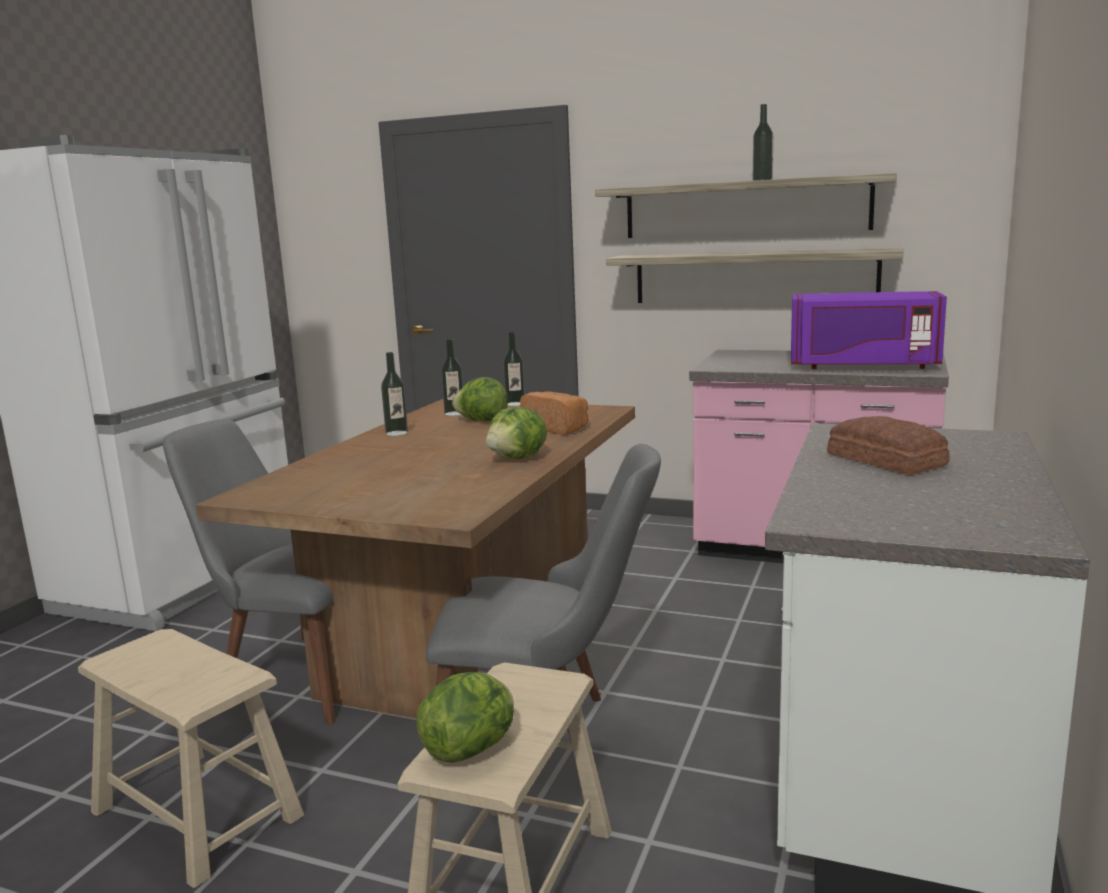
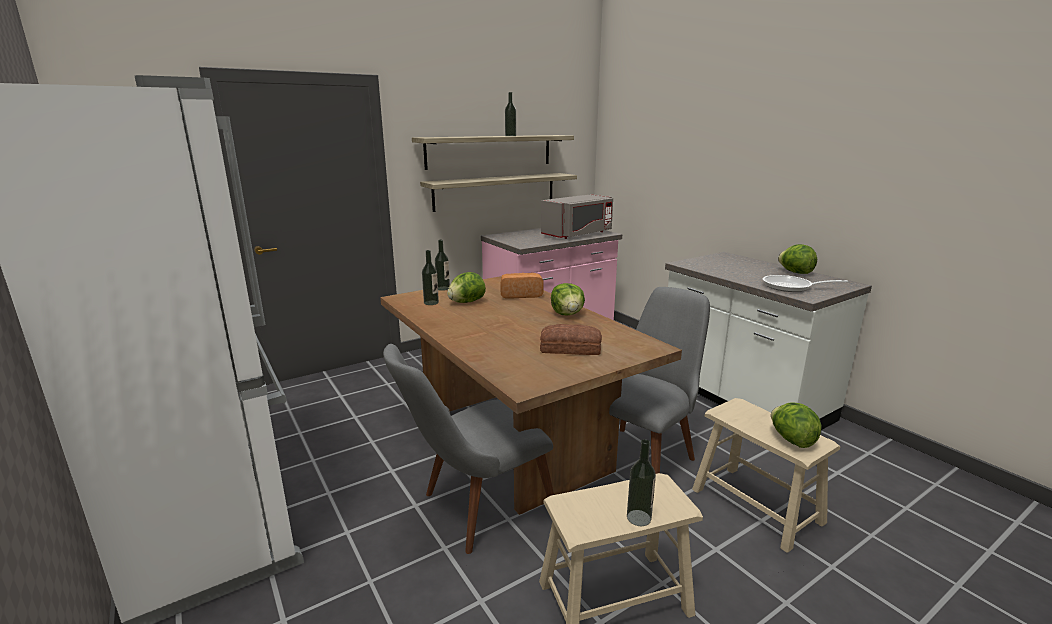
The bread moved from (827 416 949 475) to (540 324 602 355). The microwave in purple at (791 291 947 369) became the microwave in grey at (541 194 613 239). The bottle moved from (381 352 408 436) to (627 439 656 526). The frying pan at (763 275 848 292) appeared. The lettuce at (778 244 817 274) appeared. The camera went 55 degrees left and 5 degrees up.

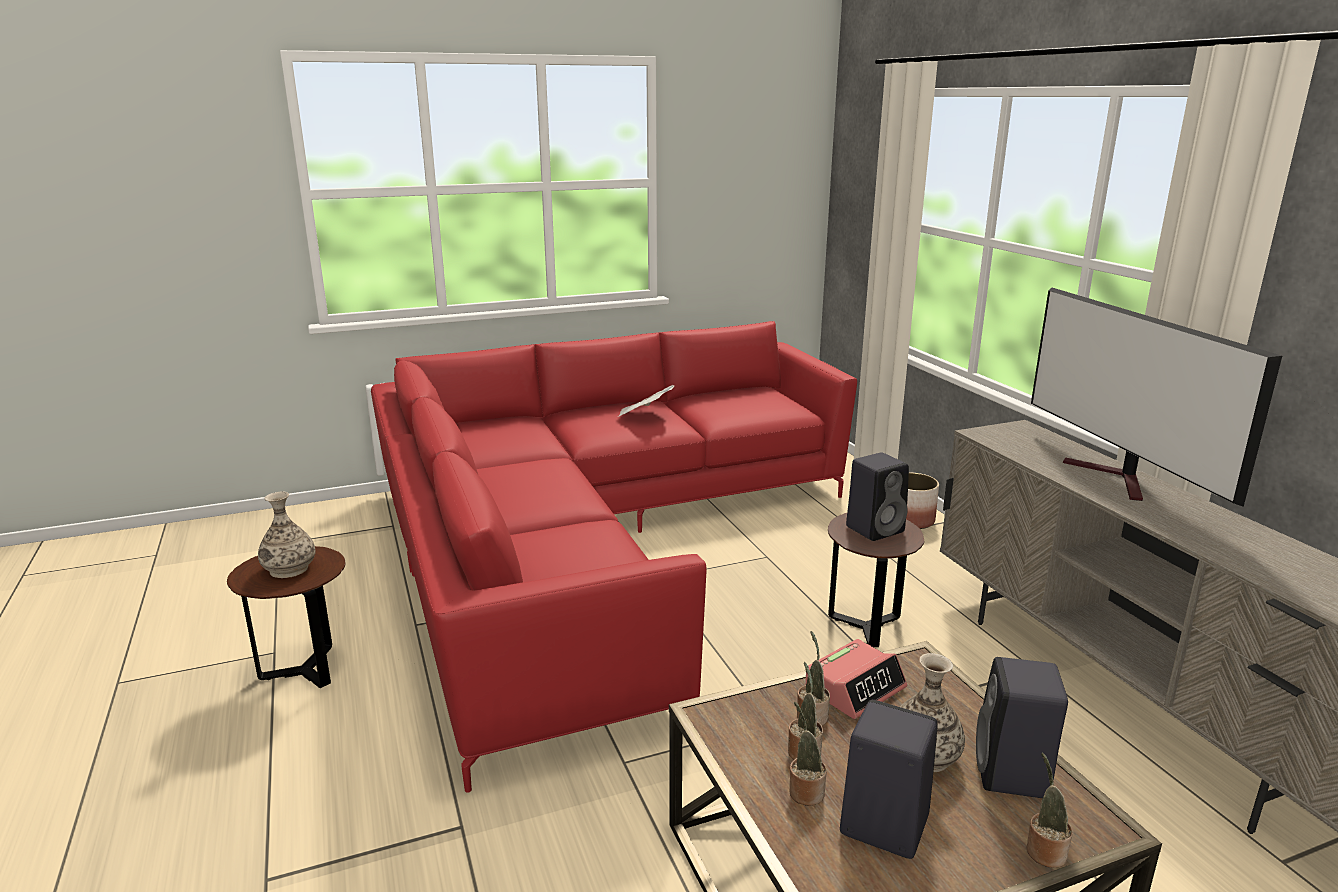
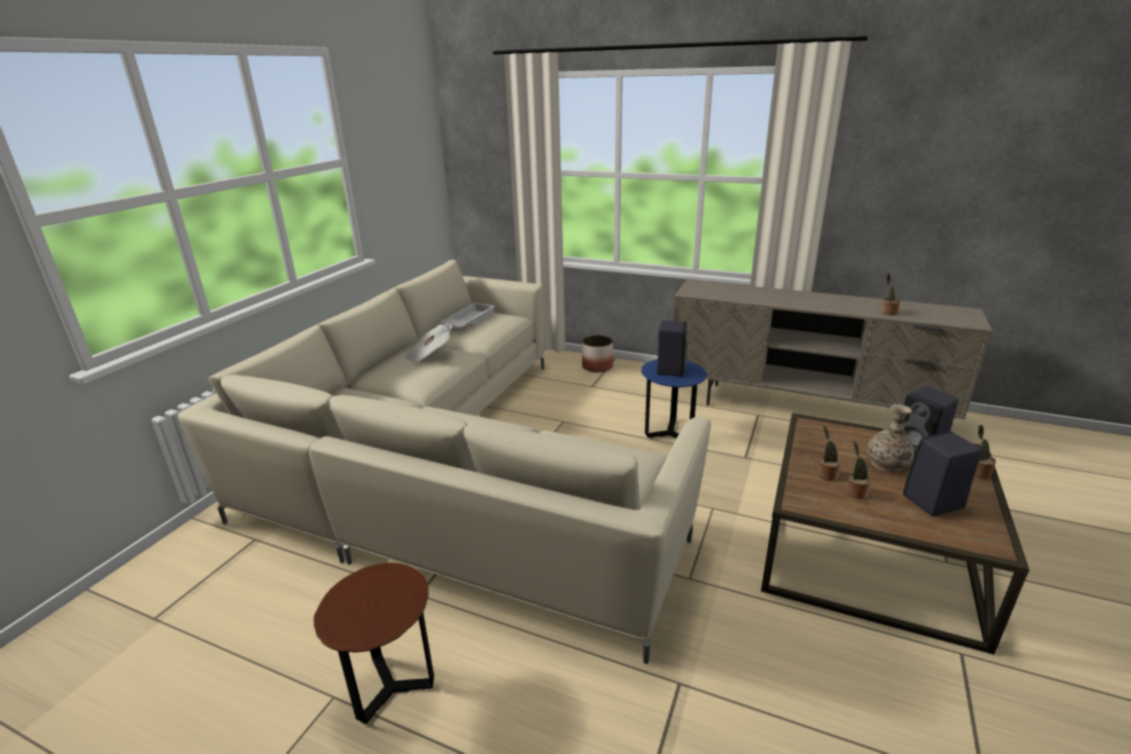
The sofa in red at (371 321 857 793) became the sofa in beige at (178 260 711 664). The tray in white at (439 303 495 328) appeared. The side table in brown at (828 513 924 647) became the side table in blue at (641 359 707 438). The potted plant moved from (790 701 827 806) to (881 273 900 315). The vase at (258 491 315 578) disappeared. The alarm clock at (805 639 907 719) disappeared. The television at (1031 288 1282 507) disappeared. The camera went 45 degrees left and 5 degrees up.

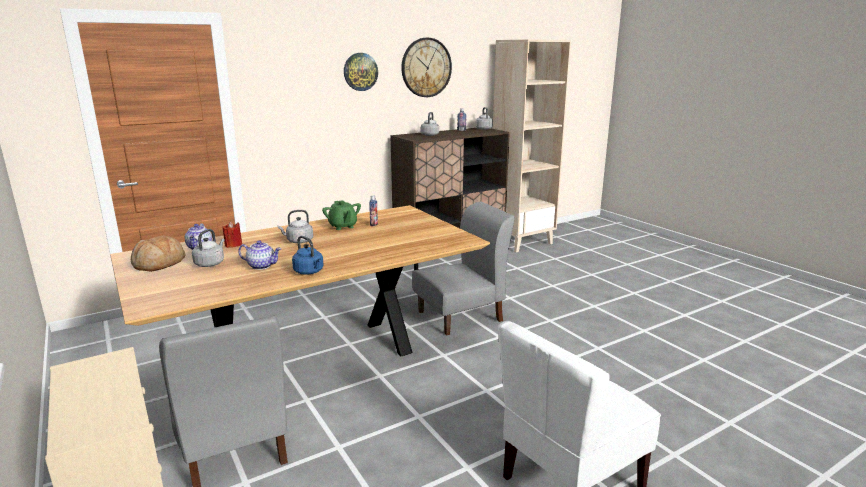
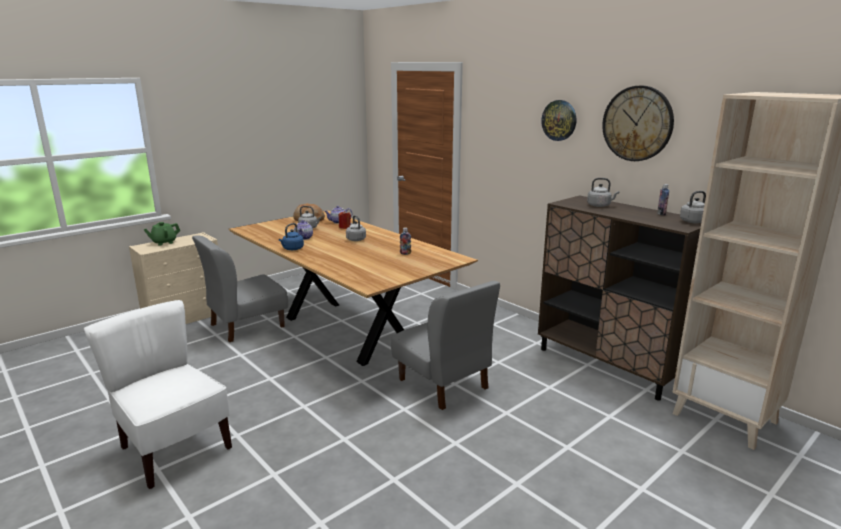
The teapot in green moved from (322 201 361 230) to (143 222 180 246). The camera went 80 degrees right and 0 degrees up.

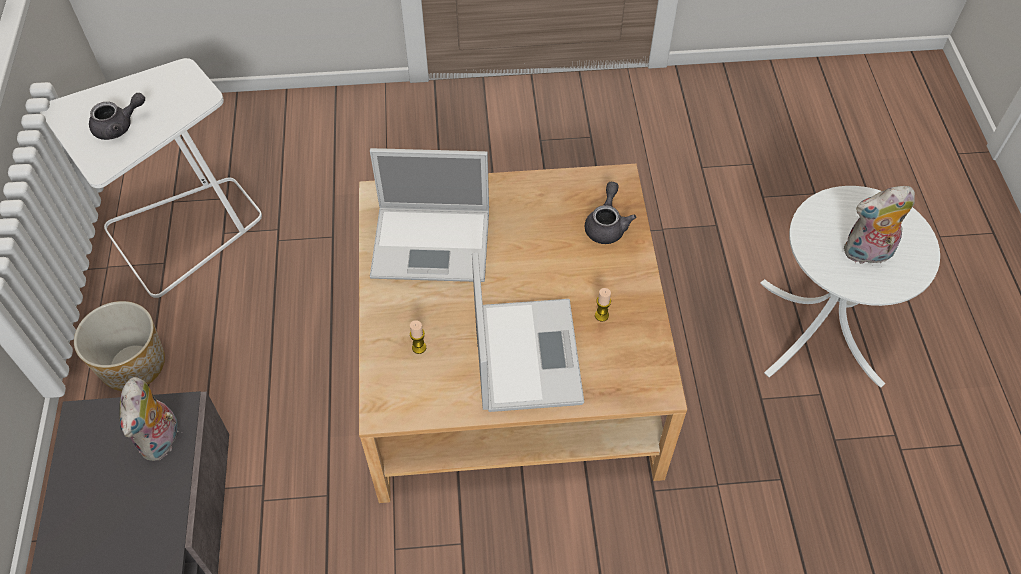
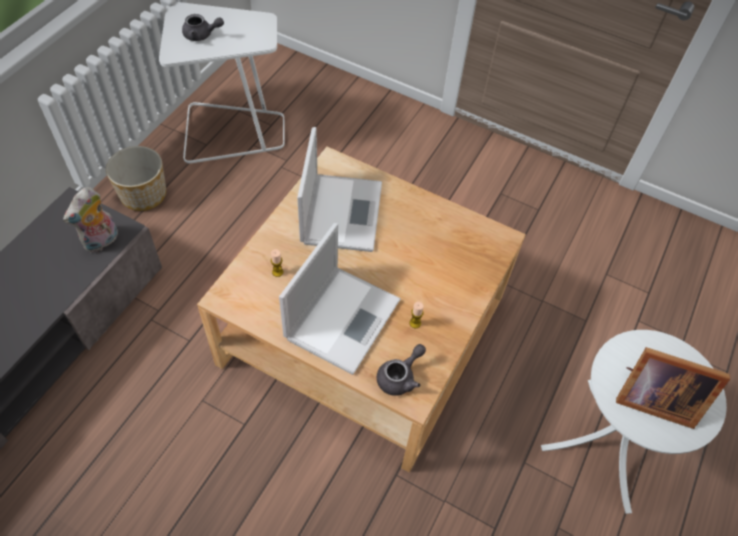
The laptop at (370 148 489 282) turned 120 degrees counterclockwise. The teapot in grey moved from (585 182 636 244) to (377 344 426 396). The plush toy at (844 186 915 264) was replaced by the picture frame at (616 347 730 429). The camera went 30 degrees right and 0 degrees up.

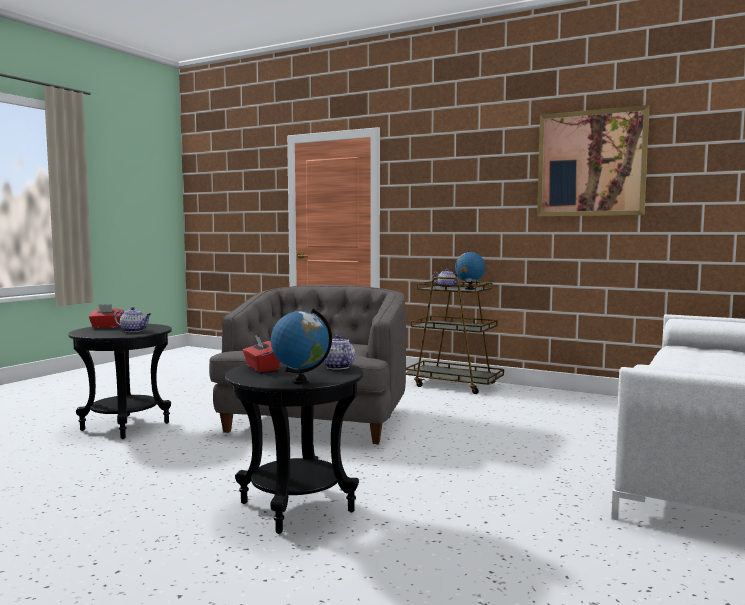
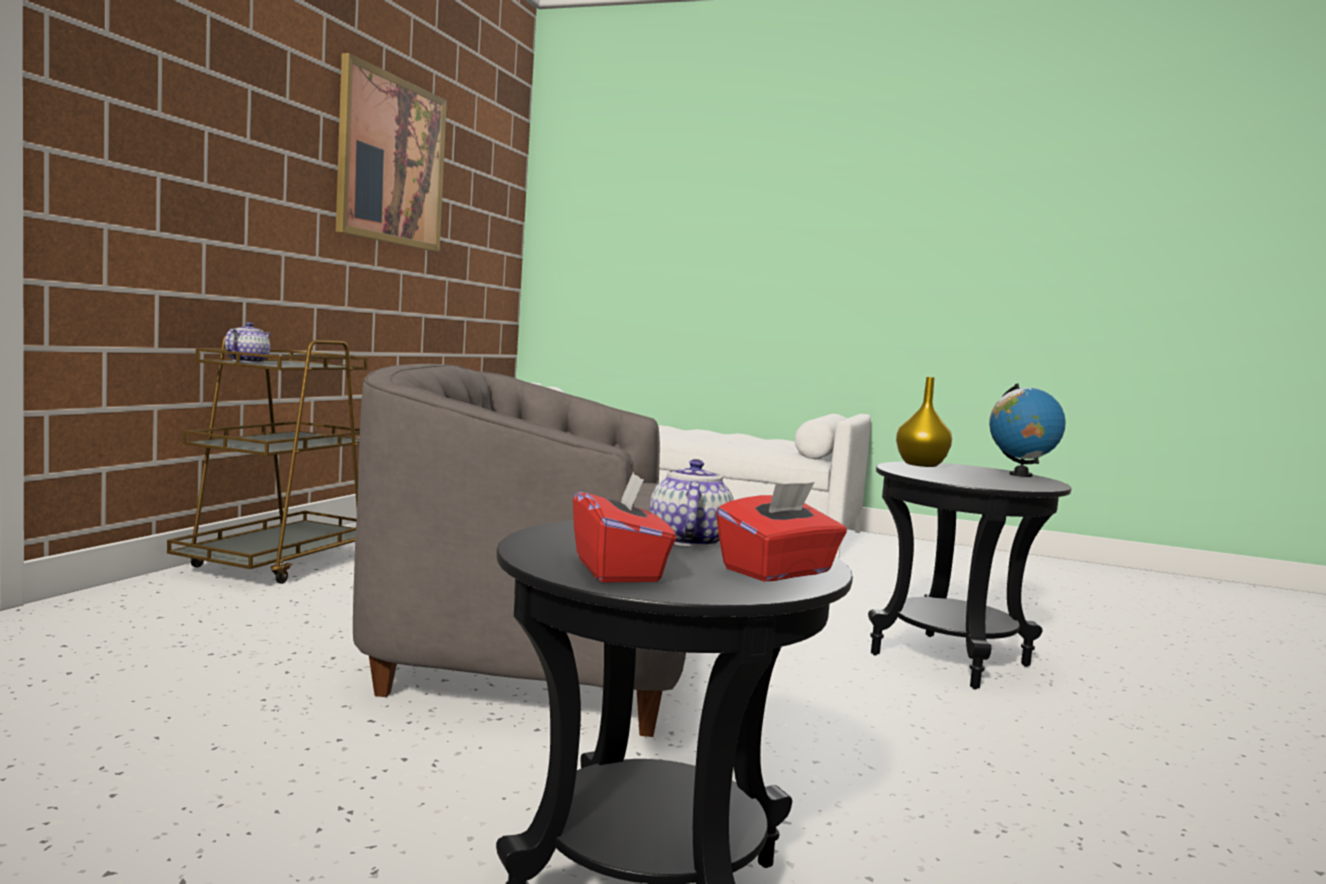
The tissue box in red moved from (243 335 280 372) to (716 482 847 581). The teapot at (323 334 355 370) was replaced by the vase in yellow at (896 377 952 467). The globe at (455 251 485 290) disappeared. The camera went 100 degrees left and 0 degrees up.

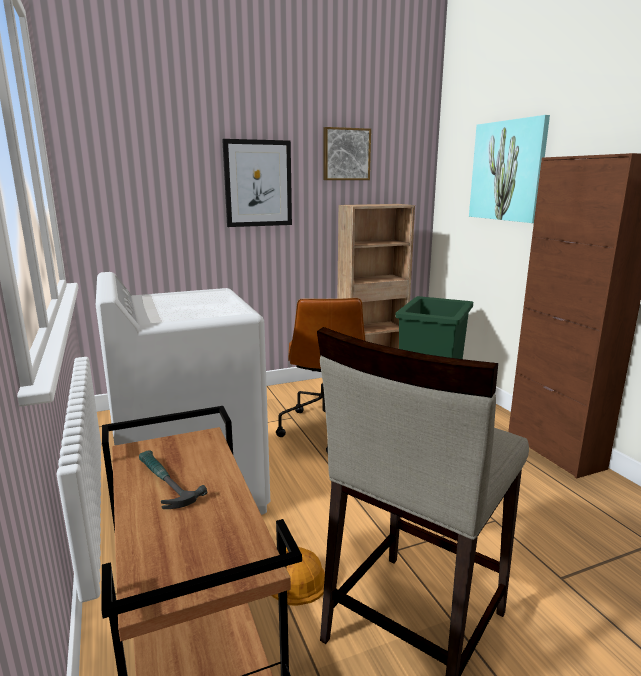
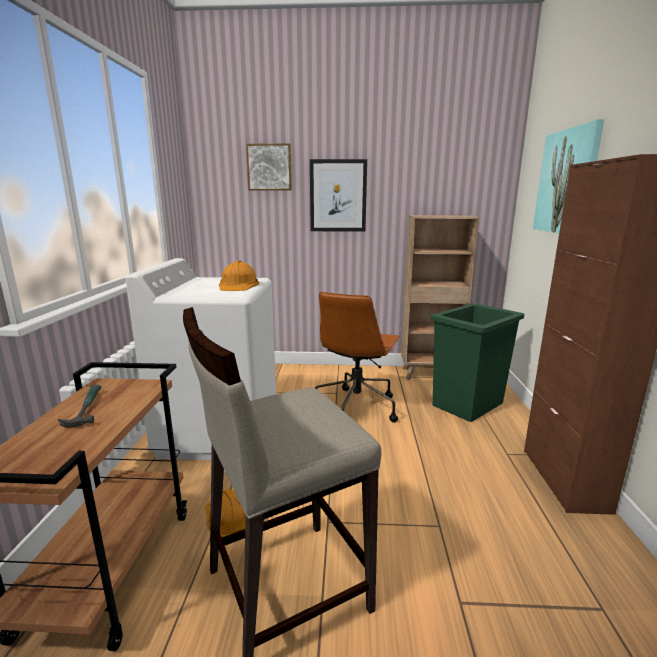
The hard hat in orange at (219 261 259 291) appeared. The picture moved from (323 127 371 180) to (246 143 292 190). The camera went 25 degrees right and 0 degrees up.

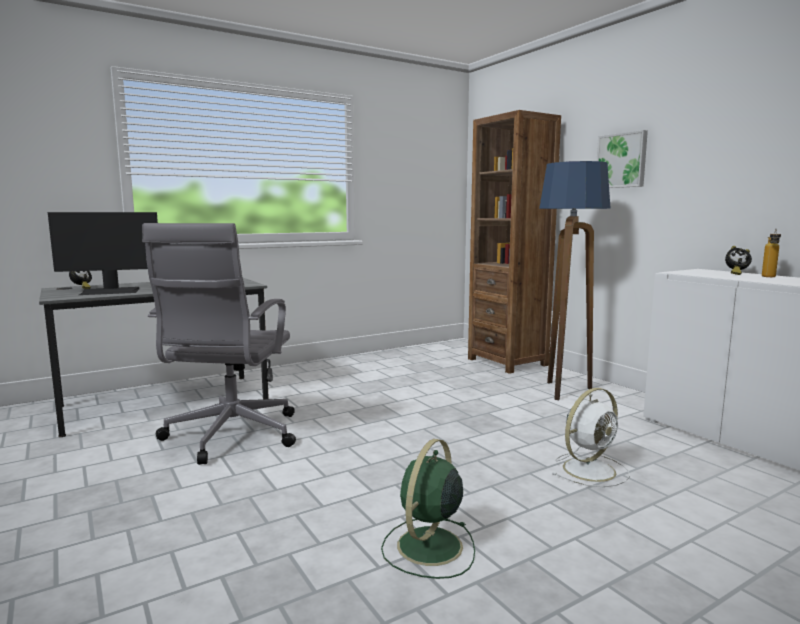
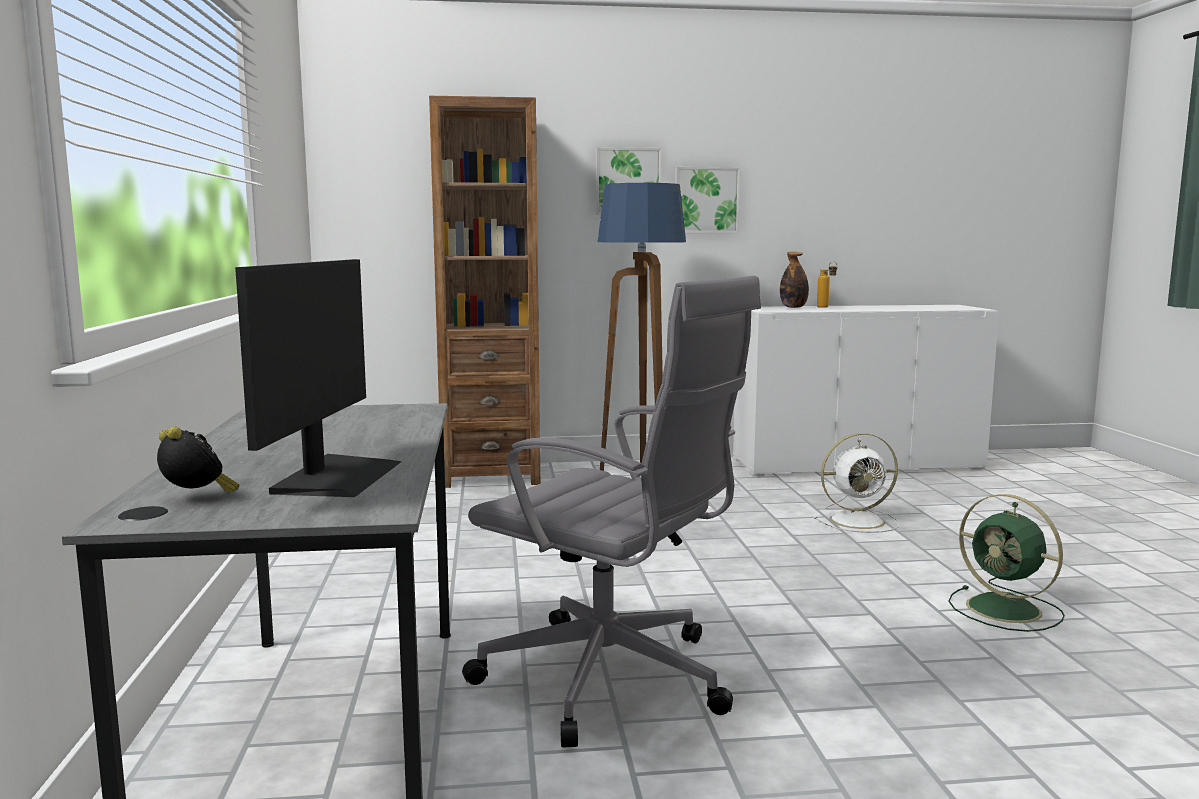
The picture at (675 167 740 233) appeared. The alarm clock at (725 246 752 275) was replaced by the bottle at (780 252 809 308). The fan in white at (551 388 630 487) turned 90 degrees clockwise. The camera went 65 degrees left and 0 degrees up.

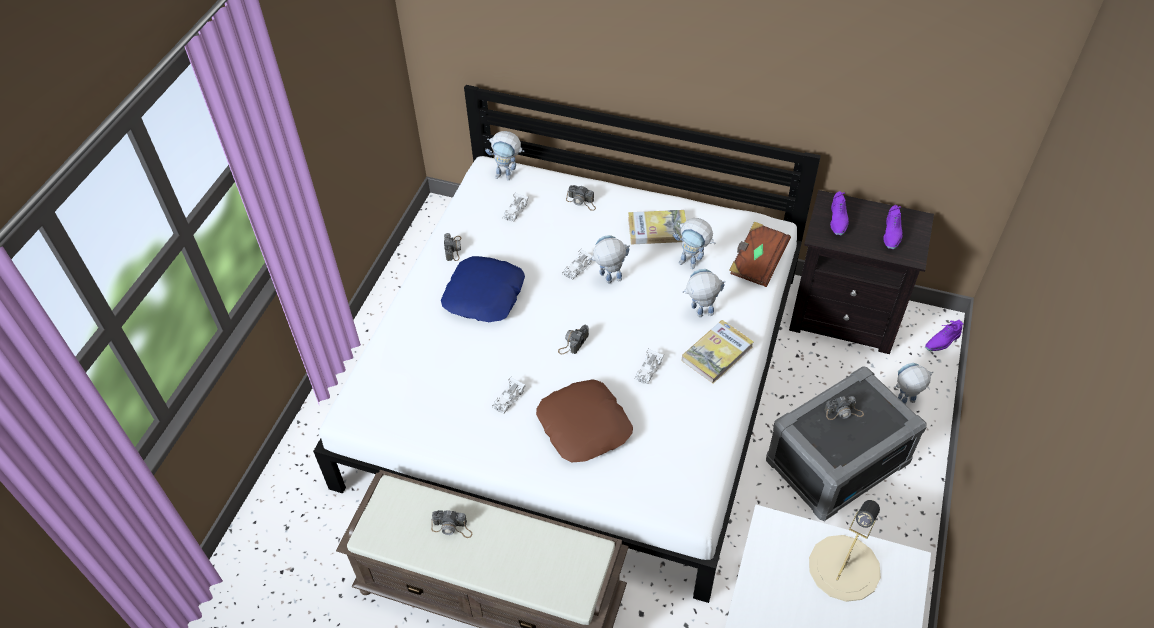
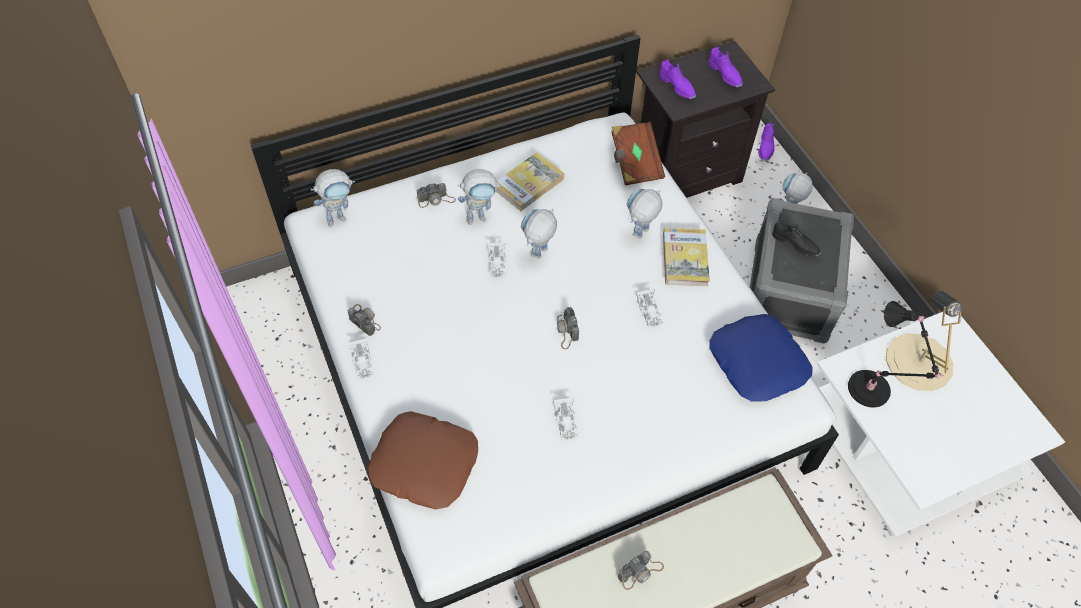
The toy car in white moved from (503 193 529 222) to (348 338 374 378). The pillow in brown moved from (536 379 633 463) to (367 411 478 509). The toy robot moved from (673 218 715 269) to (457 169 501 225). The pillow in blue moved from (441 256 525 322) to (709 314 812 402). The photo camera at (824 396 864 420) was replaced by the shoe in black at (772 219 820 257). The table lamp in black at (848 301 943 407) appeared. The camera went 45 degrees left and 5 degrees up.

